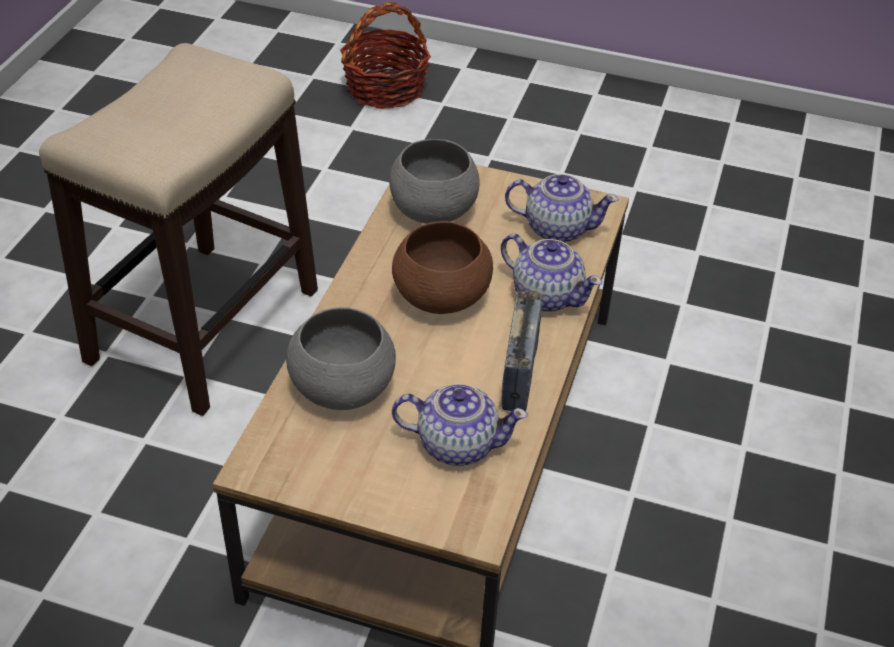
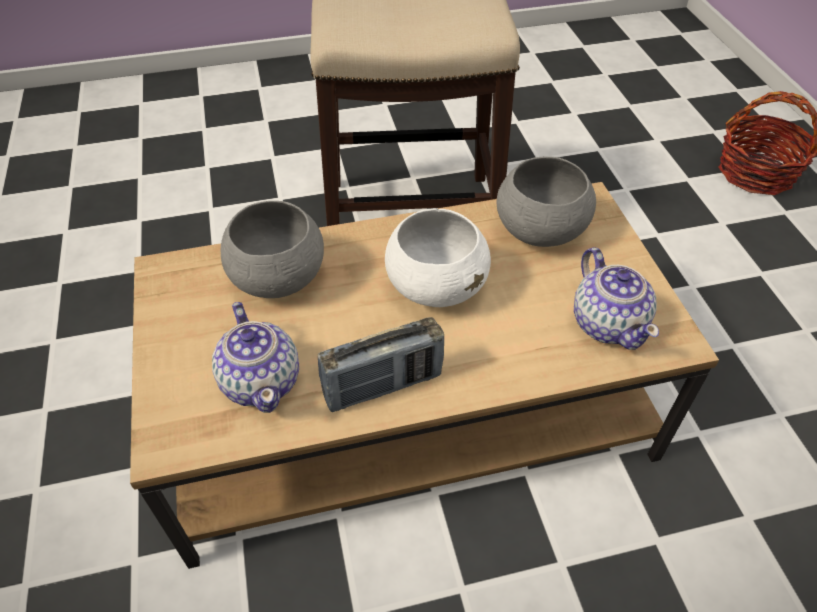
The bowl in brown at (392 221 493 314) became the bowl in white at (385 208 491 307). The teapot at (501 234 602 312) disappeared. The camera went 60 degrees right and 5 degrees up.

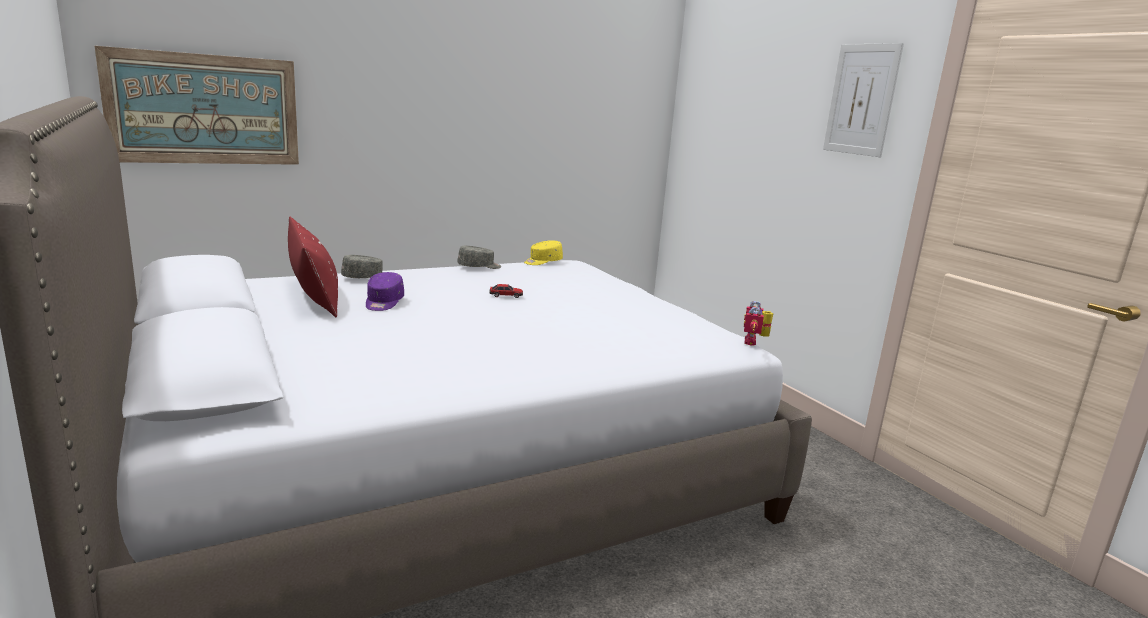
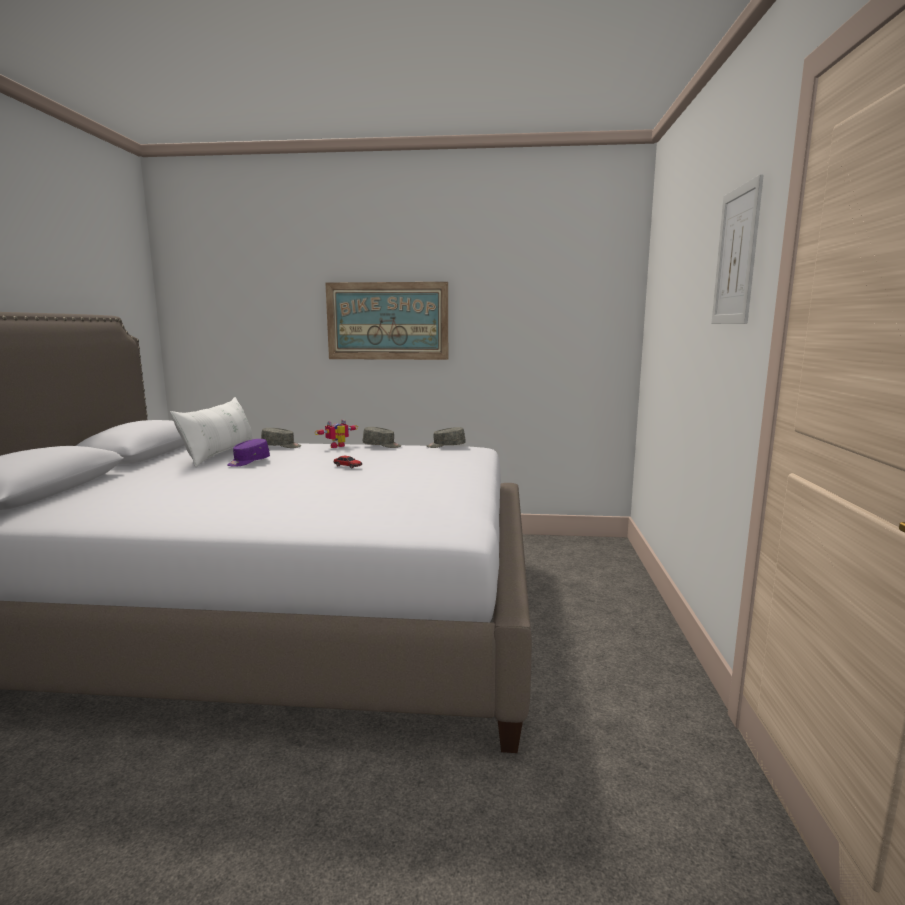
The pillow in red at (288 217 338 317) became the pillow in white at (170 397 254 467). The toy robot moved from (744 301 774 346) to (315 419 358 448). The picture moved from (95 46 299 165) to (325 282 448 360). The cap in yellow at (524 240 563 265) became the cap in grey at (427 427 466 448). The camera went 35 degrees right and 5 degrees down.

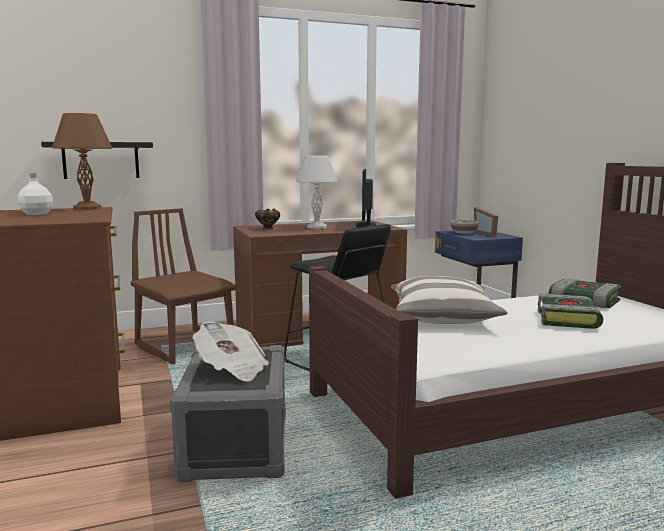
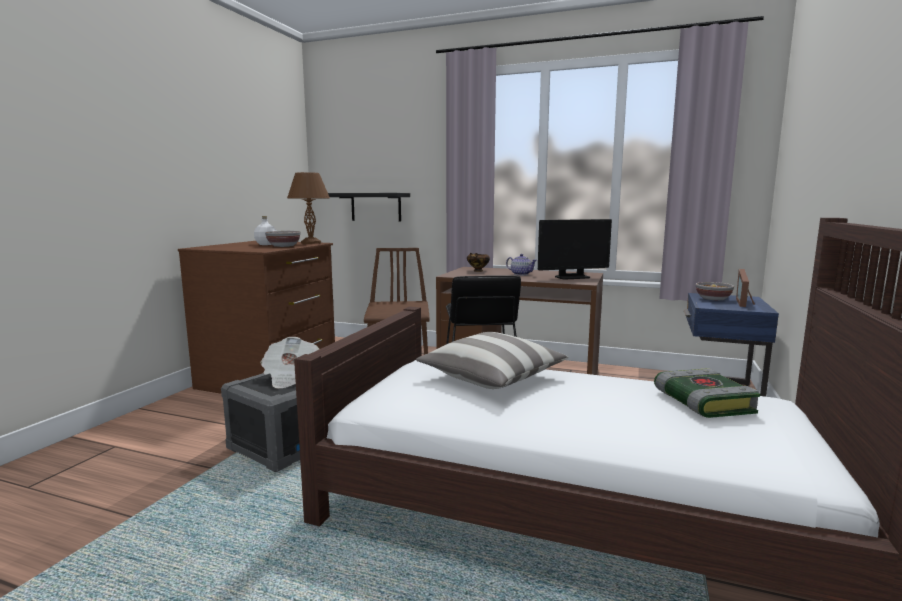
The bowl at (265 231 301 247) appeared. The table lamp in white at (296 156 338 229) was replaced by the teapot at (506 254 537 275). The monitor at (356 169 376 227) turned 150 degrees counterclockwise. The book at (538 293 603 329) disappeared. The camera went 40 degrees right and 0 degrees up.

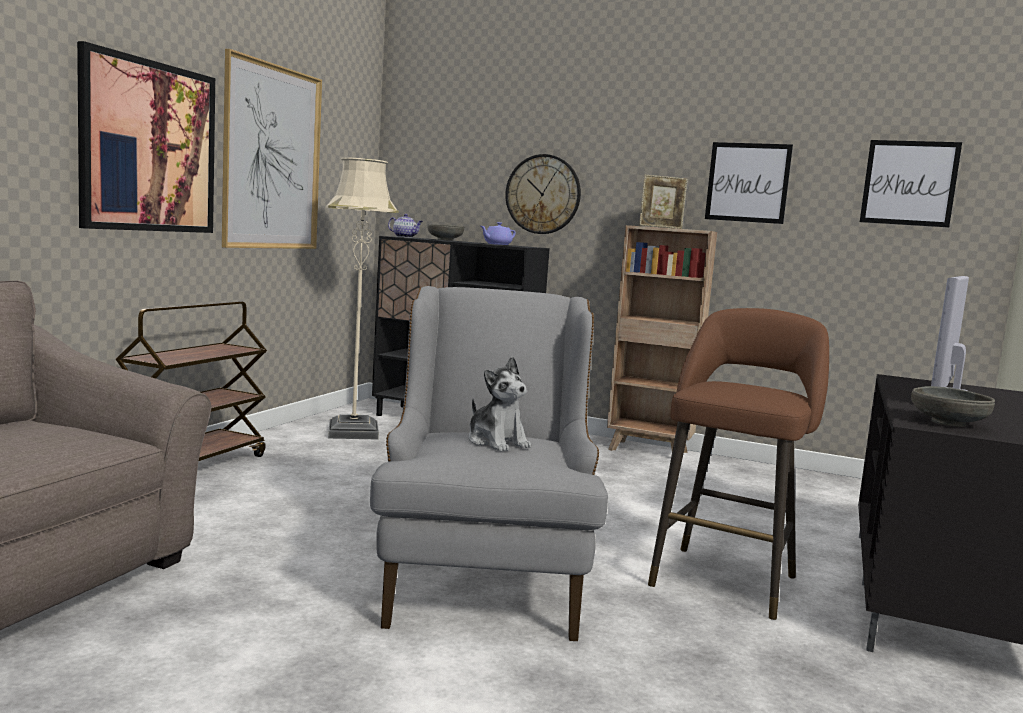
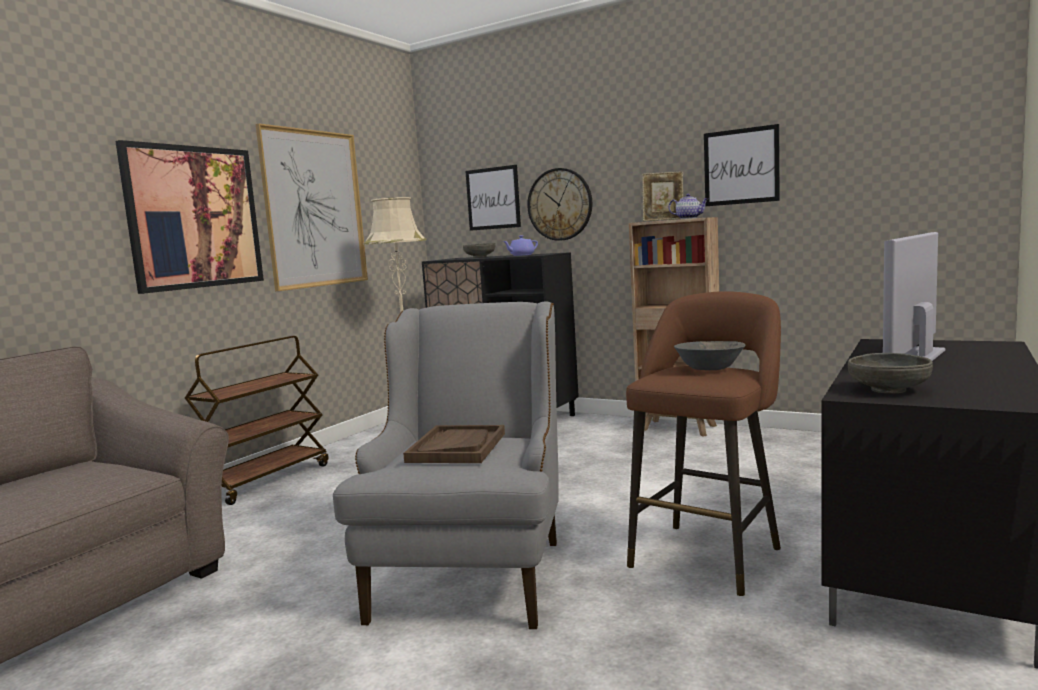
The plush toy at (468 356 531 452) was replaced by the tray in brown at (403 425 505 463). The picture moved from (860 140 962 227) to (465 165 521 231). The teapot moved from (388 214 423 238) to (668 194 708 219). The bowl in grey at (674 341 745 370) appeared. The camera went 10 degrees right and 0 degrees up.

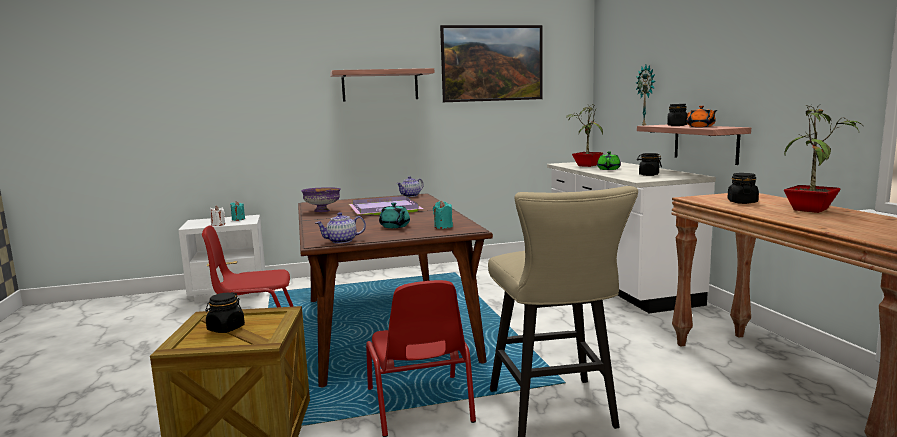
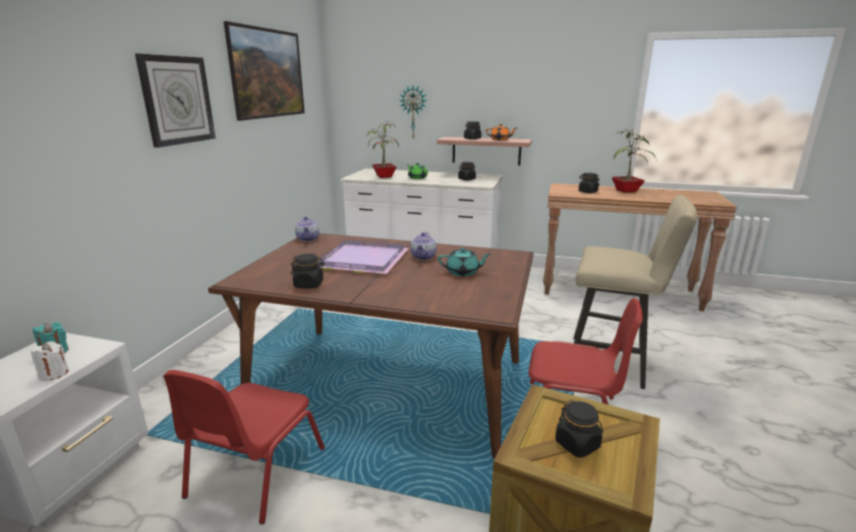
The shelf at (330 68 434 101) was replaced by the wall clock at (135 53 216 148). The bowl in purple at (301 187 341 212) was replaced by the jar in black at (291 254 325 288). The teapot moved from (316 212 366 244) to (410 232 437 260). The candle in turquoise at (433 200 453 229) disappeared. The camera went 60 degrees left and 10 degrees up.

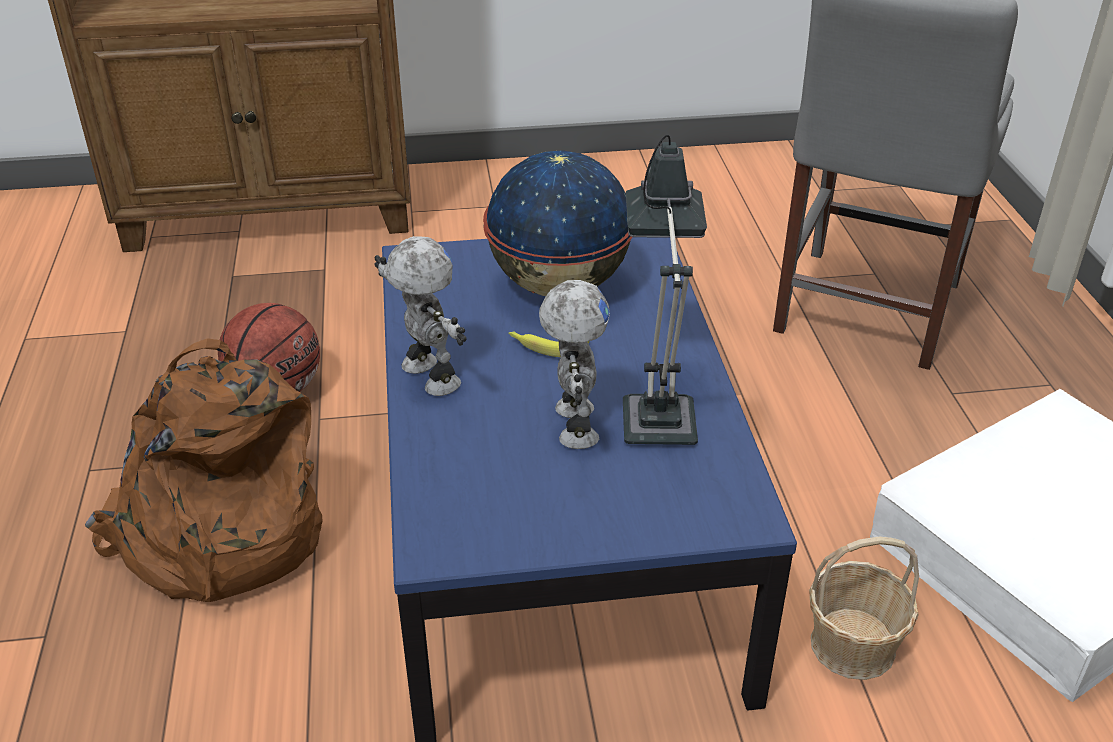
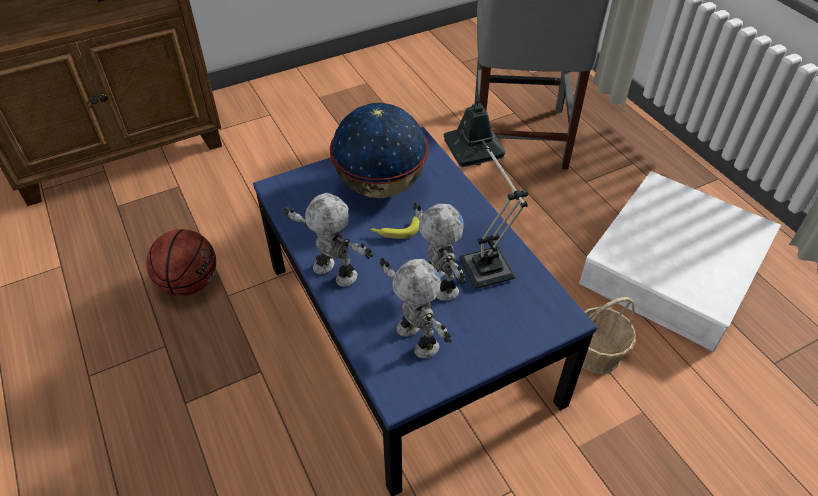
The toy robot at (380 258 452 358) appeared. The backpack in brown at (85 338 323 602) disappeared. The camera went 20 degrees left and 10 degrees up.

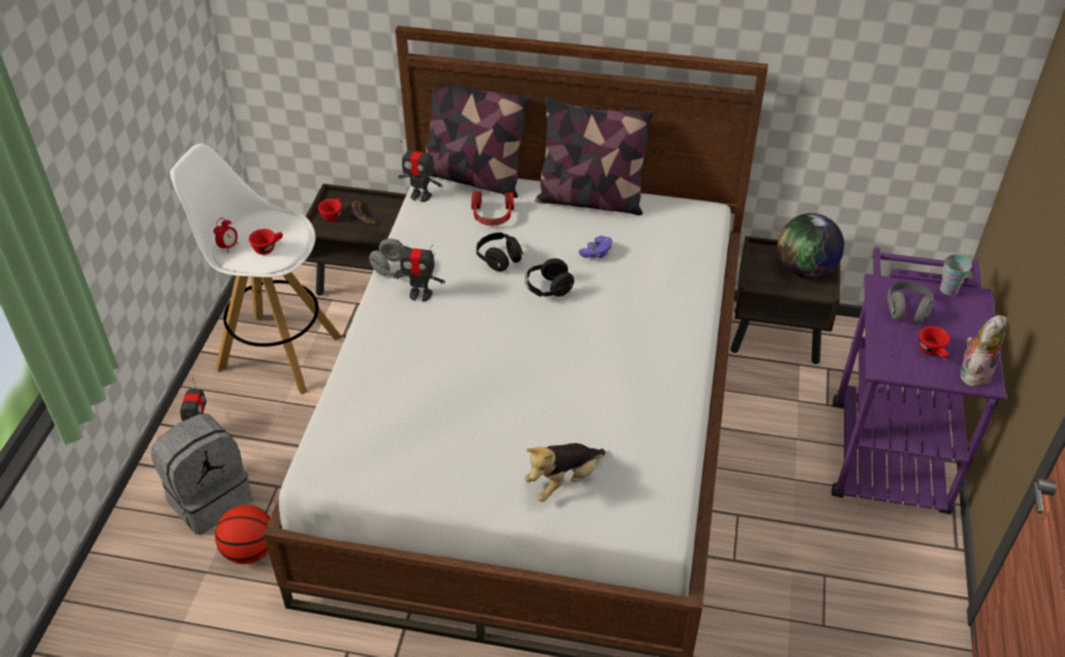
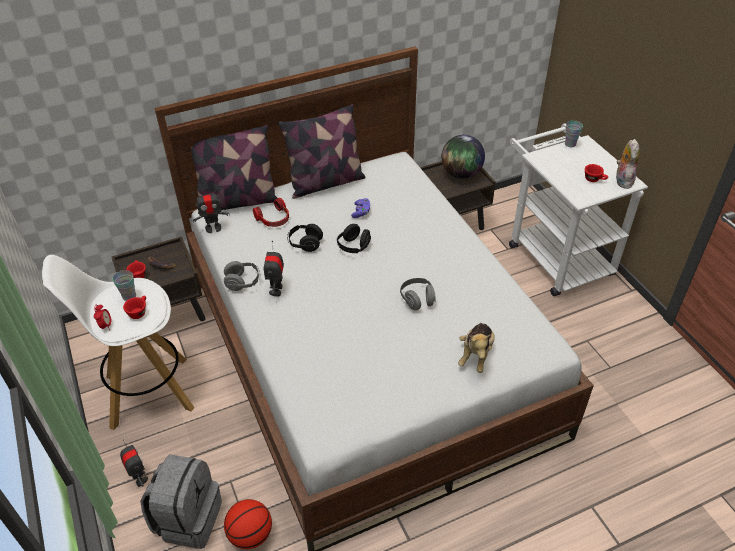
The cup at (113 270 136 301) appeared. The toy robot at (394 240 445 302) turned 120 degrees clockwise. The headphones in grey moved from (887 282 934 324) to (400 278 436 310). The cart in purple at (831 247 1007 514) became the cart in white at (509 124 648 296). The camera went 35 degrees left and 0 degrees up.

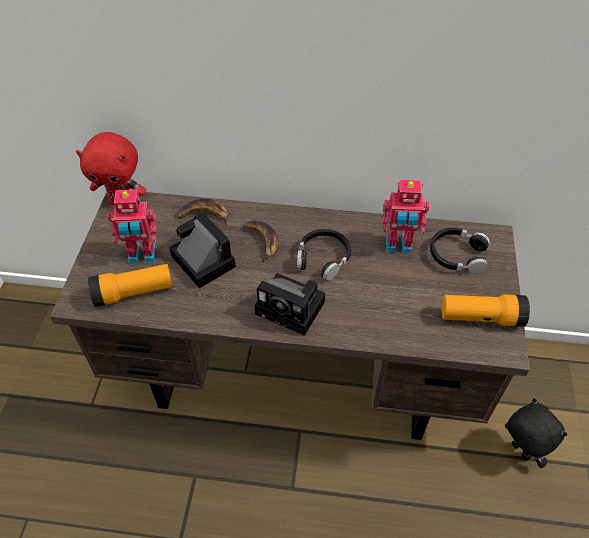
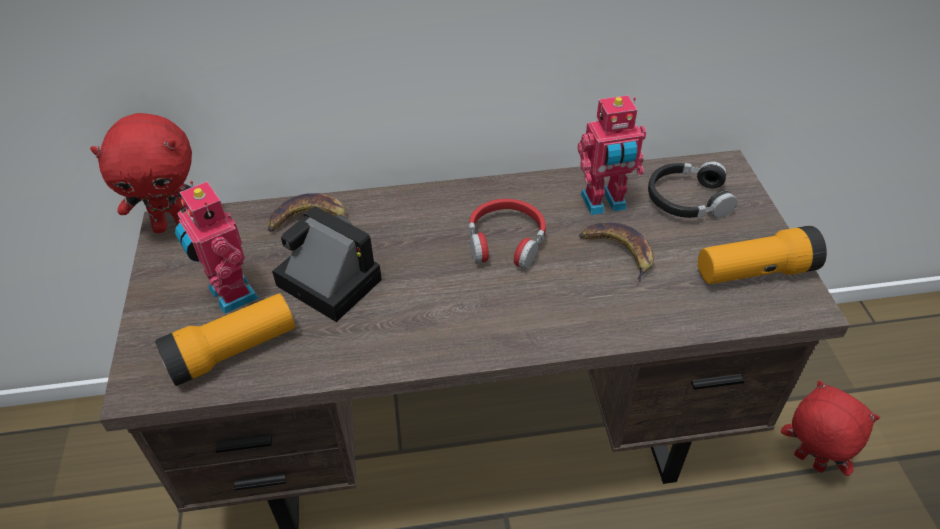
The toy robot at (107 189 157 263) turned 75 degrees clockwise. The headphones in black at (297 229 351 281) became the headphones in red at (469 199 546 269). The banana moved from (243 221 278 265) to (579 222 654 286). The plush toy in black at (505 398 567 468) became the plush toy in red at (781 380 880 476). The photo camera at (255 273 325 336) disappeared. The camera went 15 degrees left and 5 degrees down.

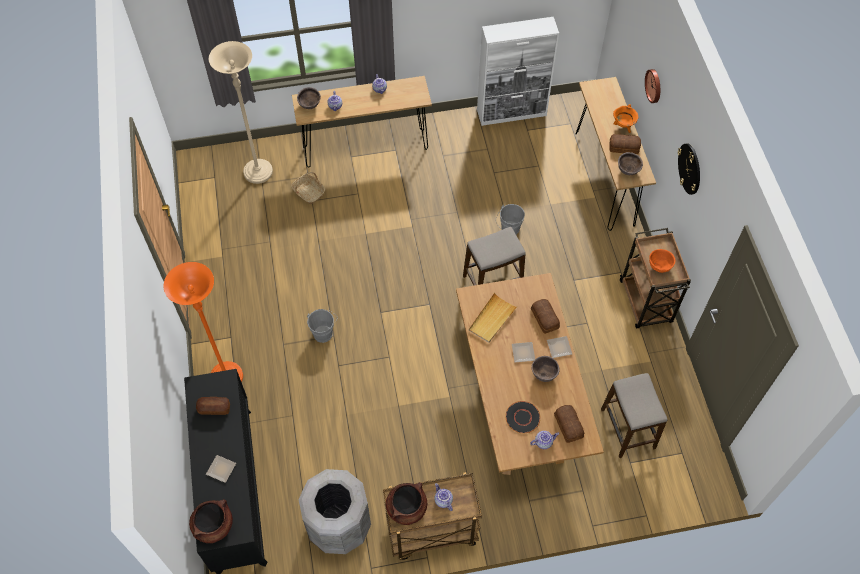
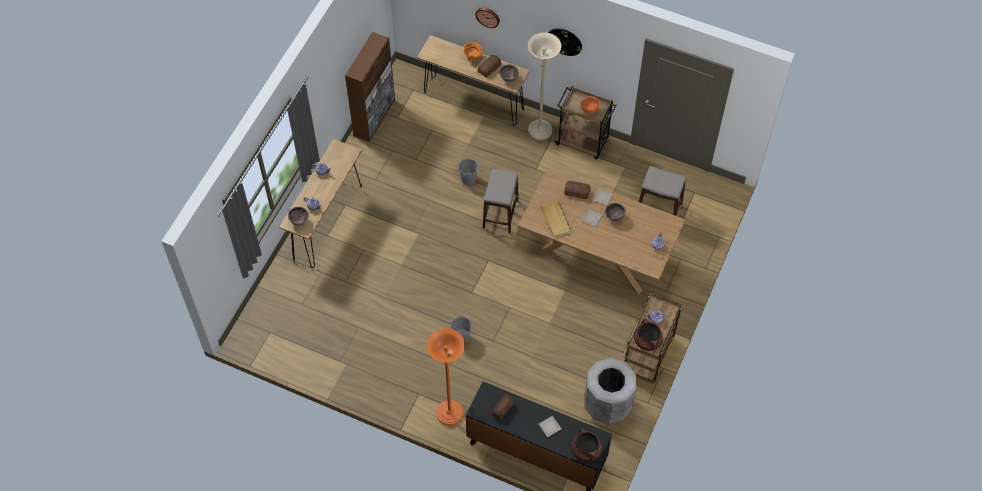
The cabinet in white at (477 17 559 126) became the cabinet in brown at (345 32 395 142). The floor lamp in beige moved from (209 41 273 184) to (528 32 561 140). The basket at (291 172 325 204) disappeared. The plate in black at (505 401 541 433) disappeared. The bread at (554 405 584 443) disappeared. The camera went 55 degrees left and 0 degrees up.

